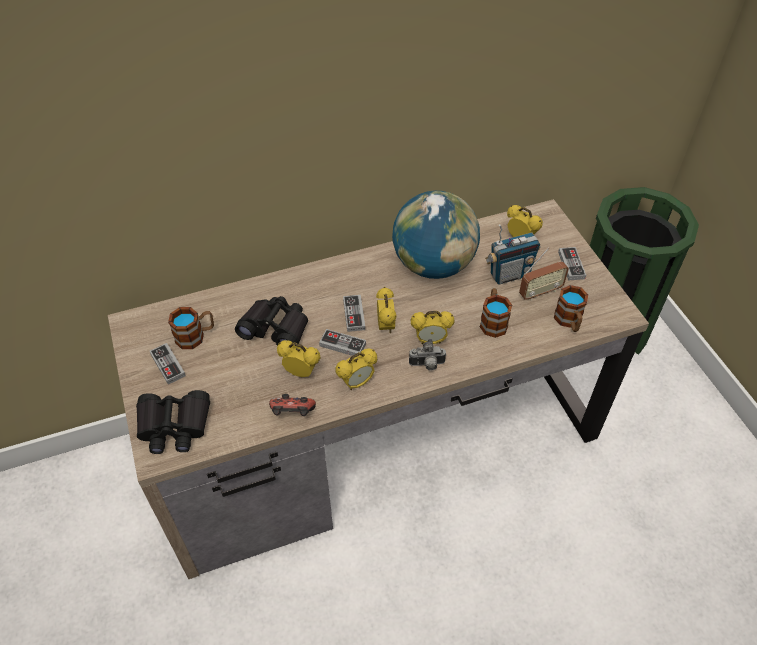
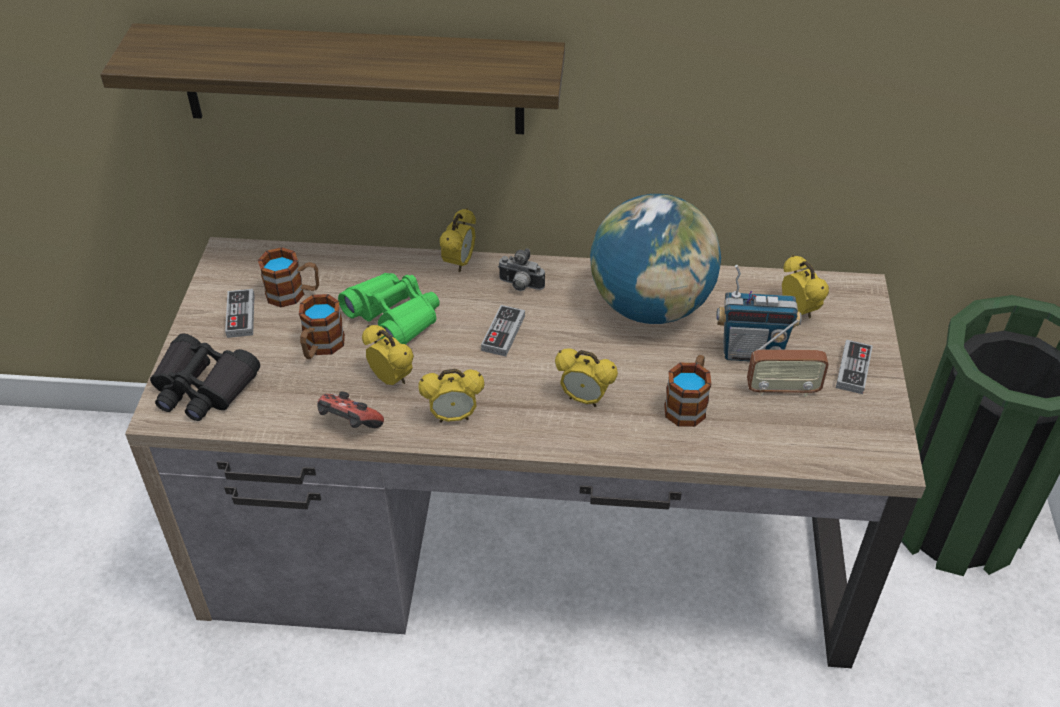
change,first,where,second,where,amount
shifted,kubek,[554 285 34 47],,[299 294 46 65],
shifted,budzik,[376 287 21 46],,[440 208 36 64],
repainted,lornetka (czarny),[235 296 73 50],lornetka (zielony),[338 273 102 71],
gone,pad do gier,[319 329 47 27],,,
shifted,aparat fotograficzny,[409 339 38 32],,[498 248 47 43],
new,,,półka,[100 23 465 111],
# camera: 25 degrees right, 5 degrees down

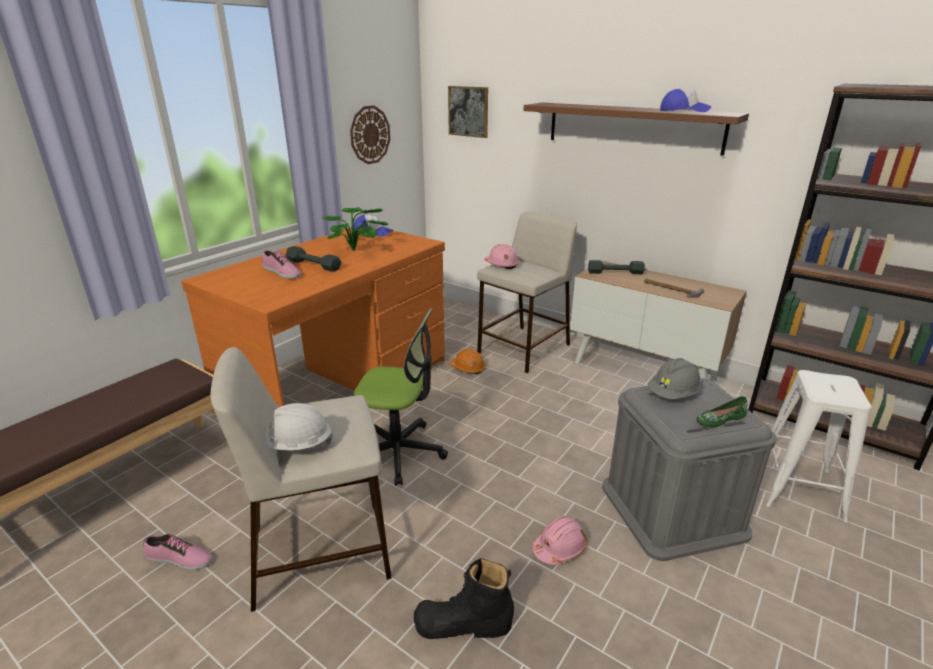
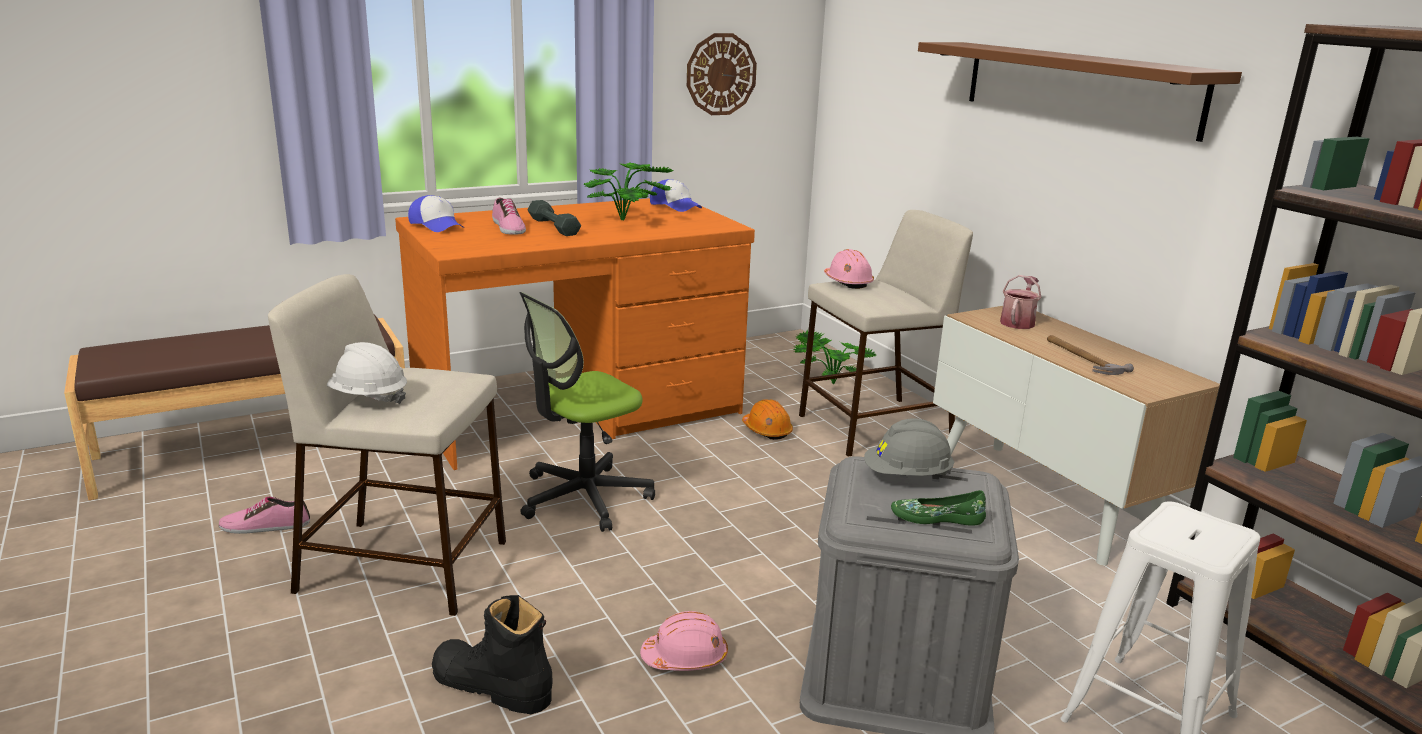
change,first,where,second,where,amount
gone,obraz,[448 86 40 52],,,
shifted,czapka z daszkiem,[660 89 51 23],,[408 195 56 37],
swapped,hantel (szary),[588 260 57 14],konewka,[1000 275 42 54],
rotated,krzesło biurowe,[354 308 94 178],,[520 292 135 240],105 degrees clockwise
rotated,but,[144 534 68 36],,[219 497 91 37],135 degrees clockwise
new,,,roślina doniczkowa,[793 330 83 54],
# camera: 25 degrees right, 5 degrees down

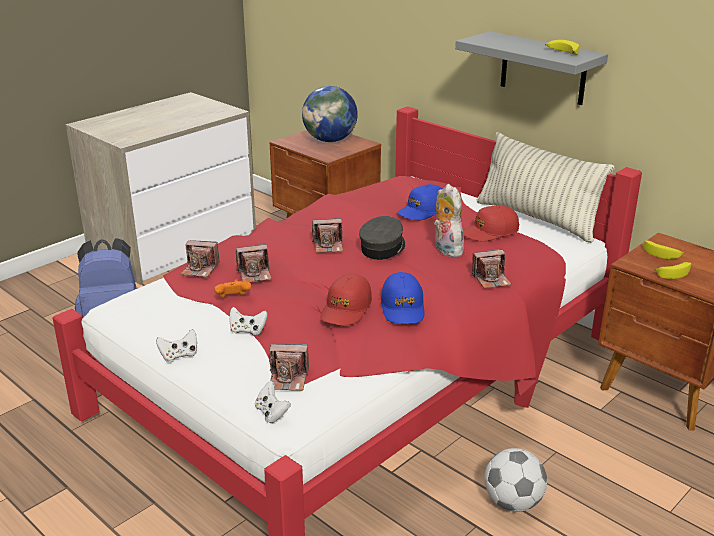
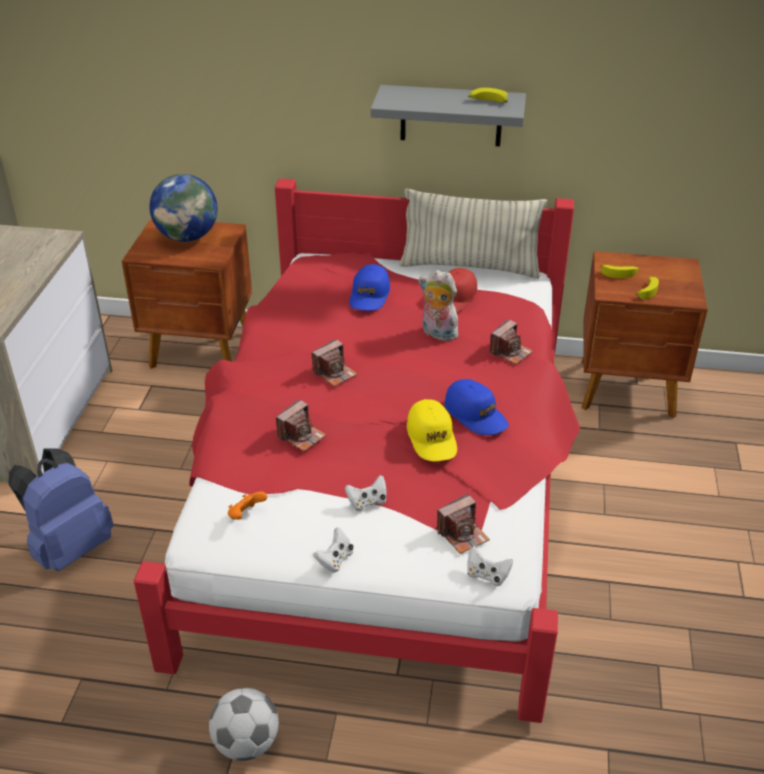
change,first,where,second,where,amount
gone,czapka z daszkiem (szary),[359 216 46 44],,,
gone,aparat fotograficzny,[181 240 39 37],,,
repainted,czapka z daszkiem (czerwony),[320 274 52 51],czapka z daszkiem (żółty),[407 399 50 62],
shifted,pad do gier (pomarańczowy),[214 280 37 17],,[228 492 39 28],
shifted,piłka futbolowa,[484 448 63 64],,[209 688 70 73],
# camera: 35 degrees left, 10 degrees up

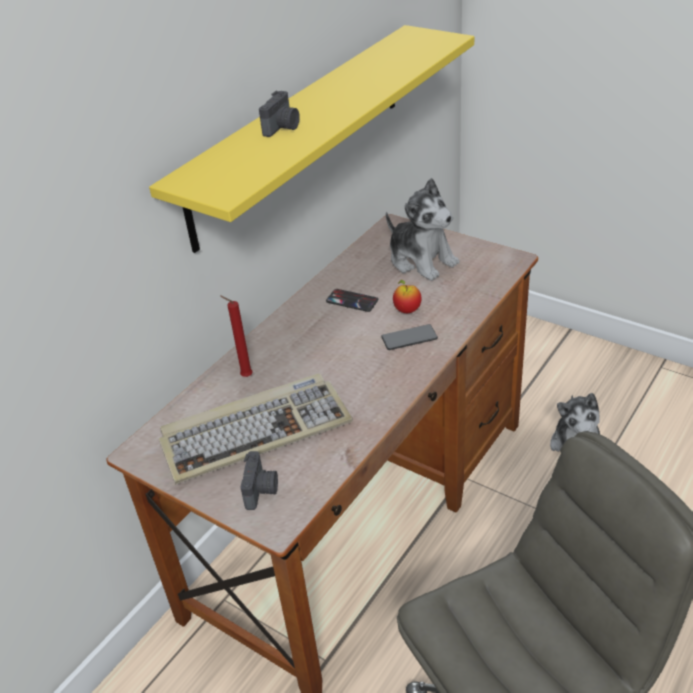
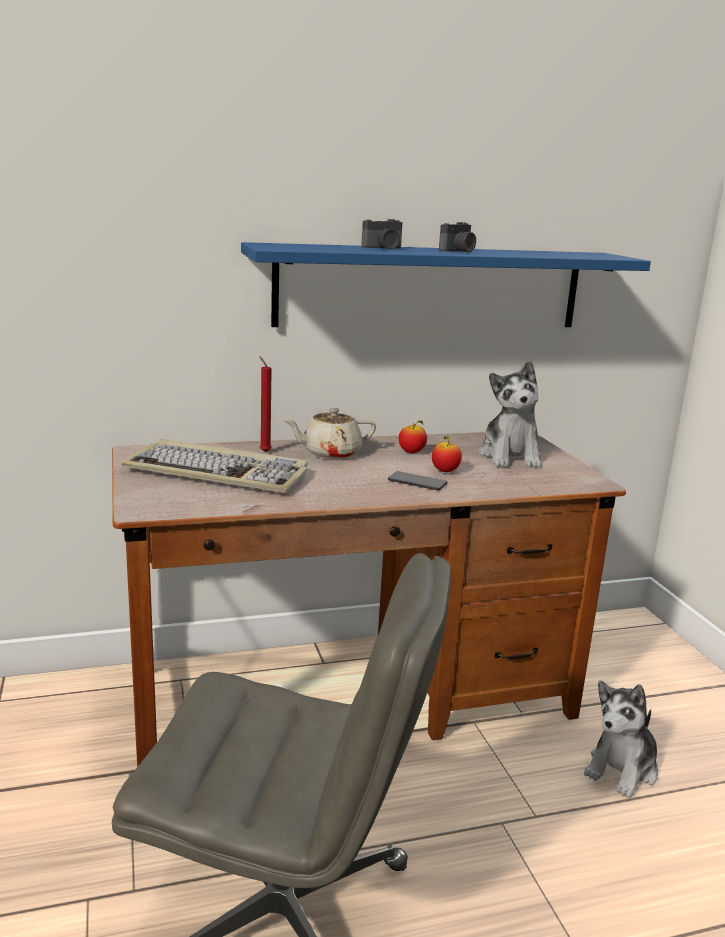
change,first,where,second,where,amount
repainted,półka (żółty),[149 25 325 228],półka (niebieski),[241 242 410 85],
swapped,telefon,[326 289 52 23],jabłko,[399 420 28 33],
shifted,aparat fotograficzny,[240 451 38 59],,[439 222 37 30],
new,,,imbryk (beżowy),[284 408 92 51],
# camera: 35 degrees right, 20 degrees down

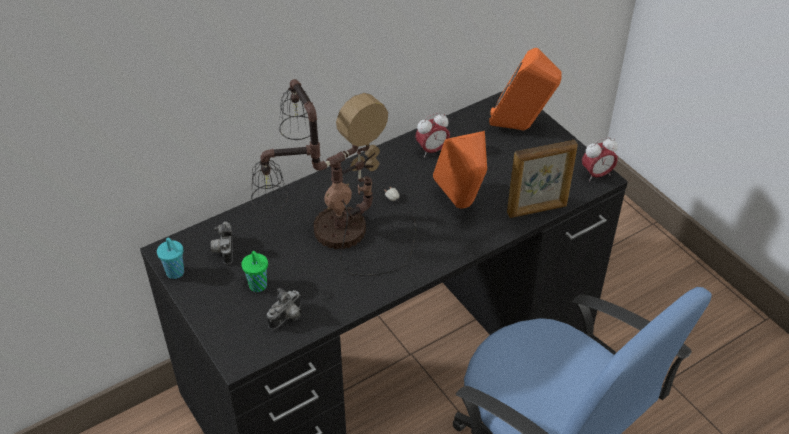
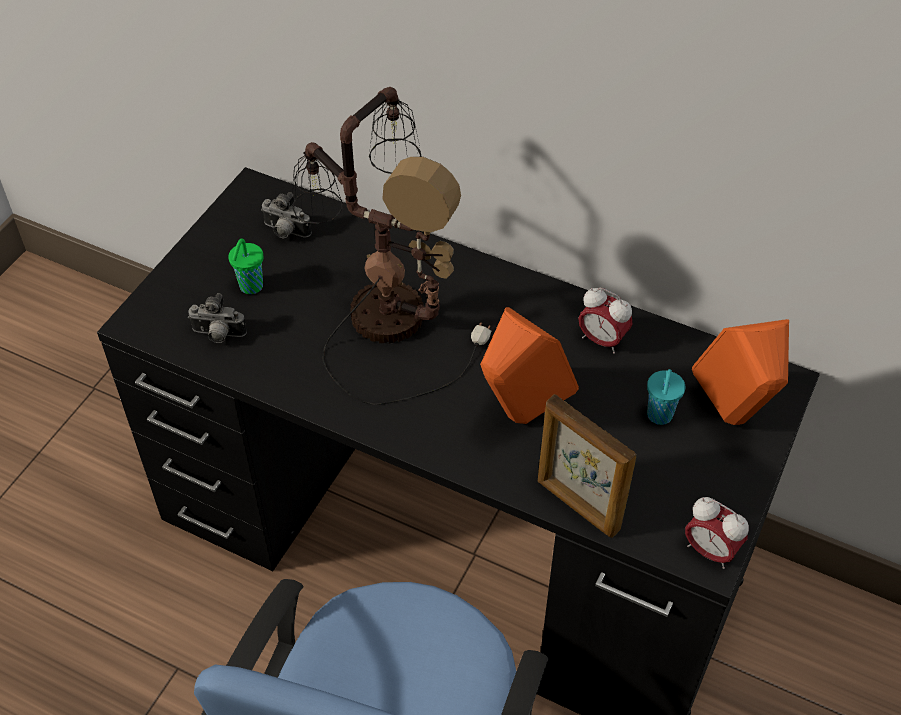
change,first,where,second,where,amount
rotated,aparat fotograficzny,[211 222 22 42],,[261 192 51 46],120 degrees counterclockwise
shifted,filiżanka (turkusowy),[157 238 27 41],,[647 369 38 56],
# camera: 60 degrees right, 5 degrees up

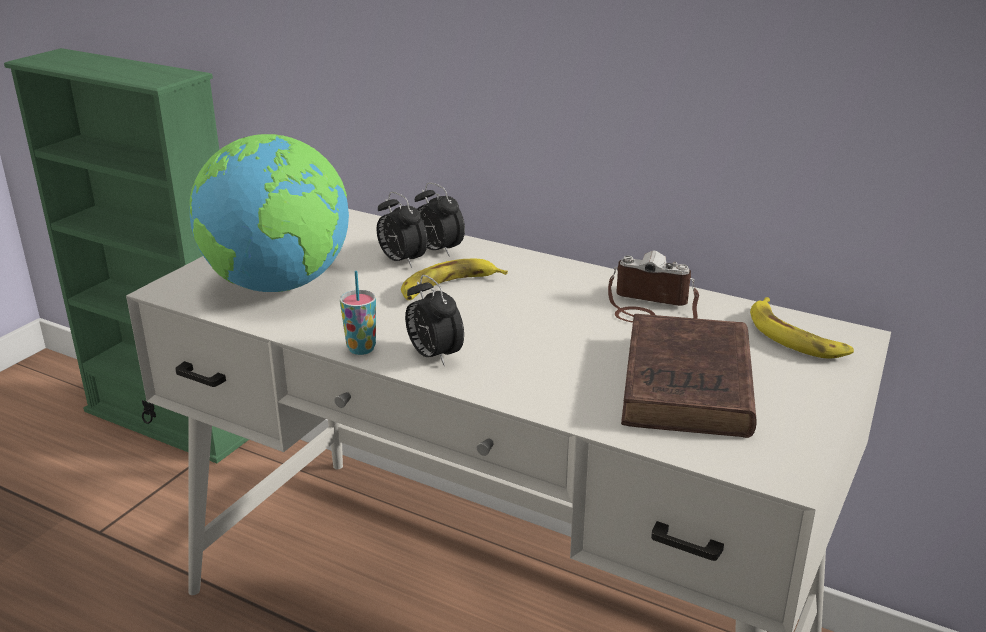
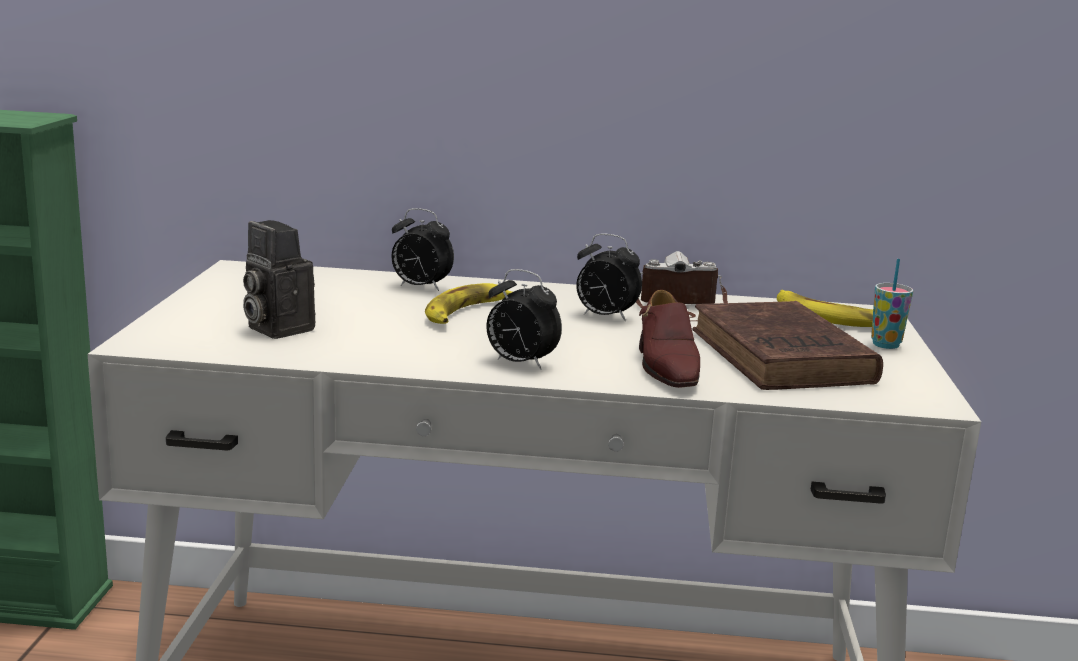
change,first,where,second,where,amount
swapped,globus,[190 134 159 158],aparat fotograficzny,[243 220 73 119],
shifted,budzik,[377 192 51 76],,[576 233 66 88],
shifted,filiżanka,[340 271 36 84],,[871 259 42 90],
new,,,but (brązowy),[639 290 61 98],
# camera: 25 degrees left, 10 degrees down

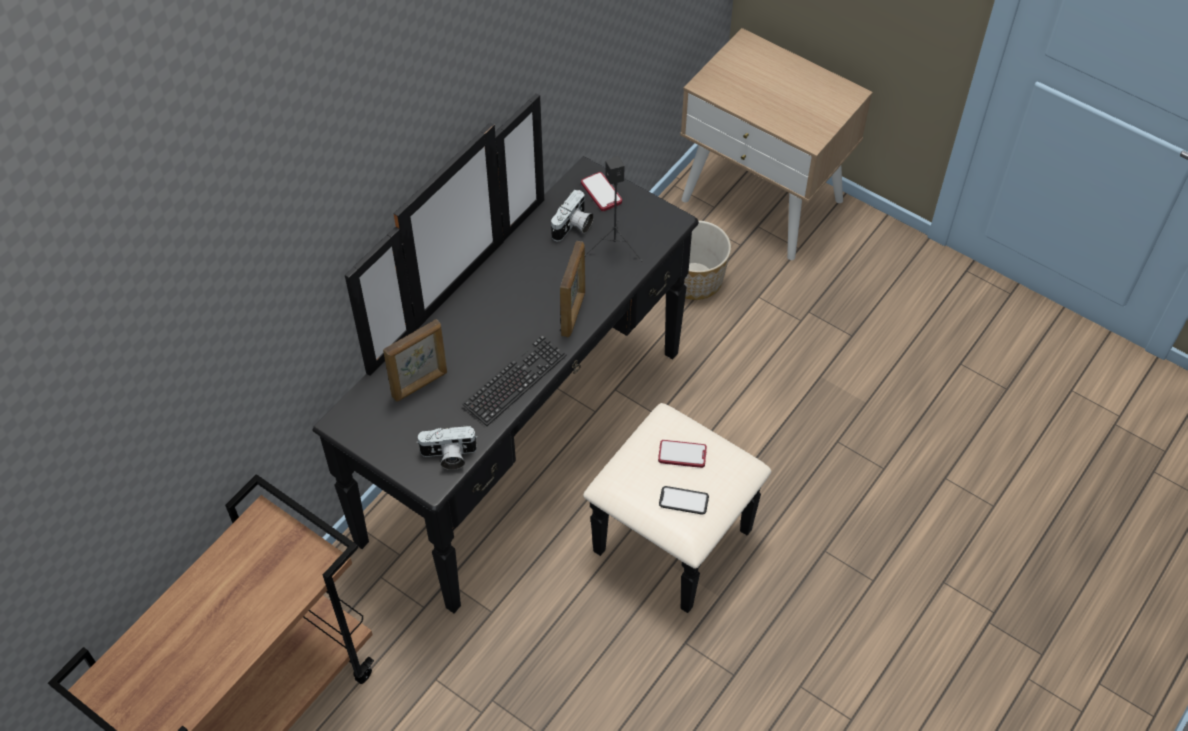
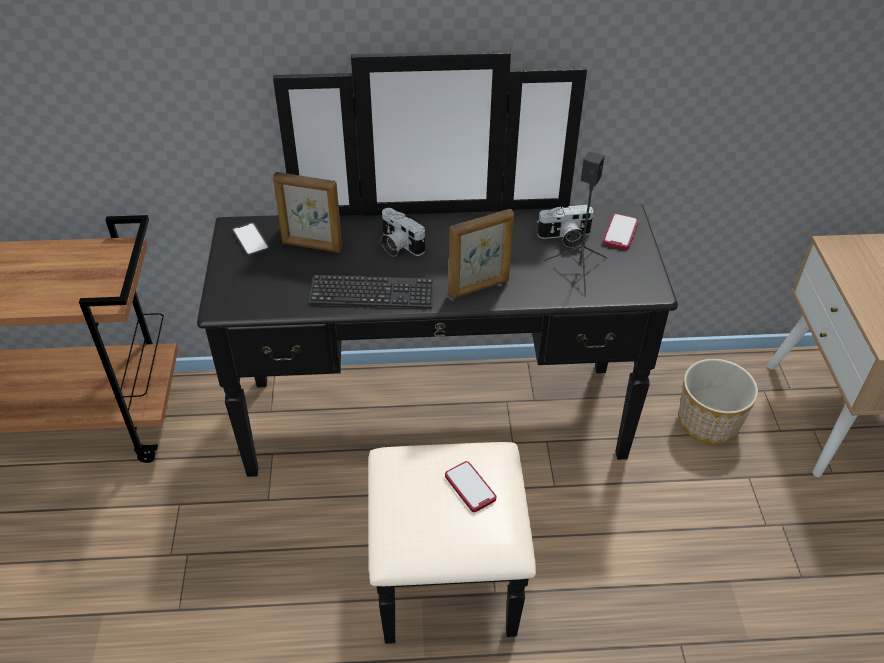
change,first,where,second,where,amount
shifted,aparat fotograficzny,[416 426 62 44],,[381 208 44 48],
shifted,telefon,[659 486 50 28],,[232 222 38 34],
# camera: 50 degrees right, 10 degrees down

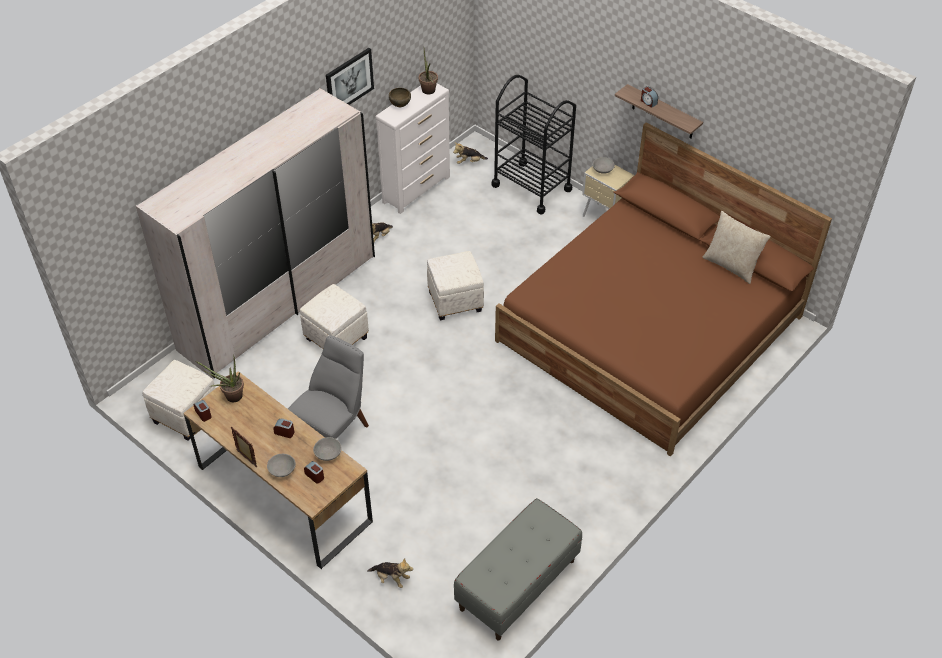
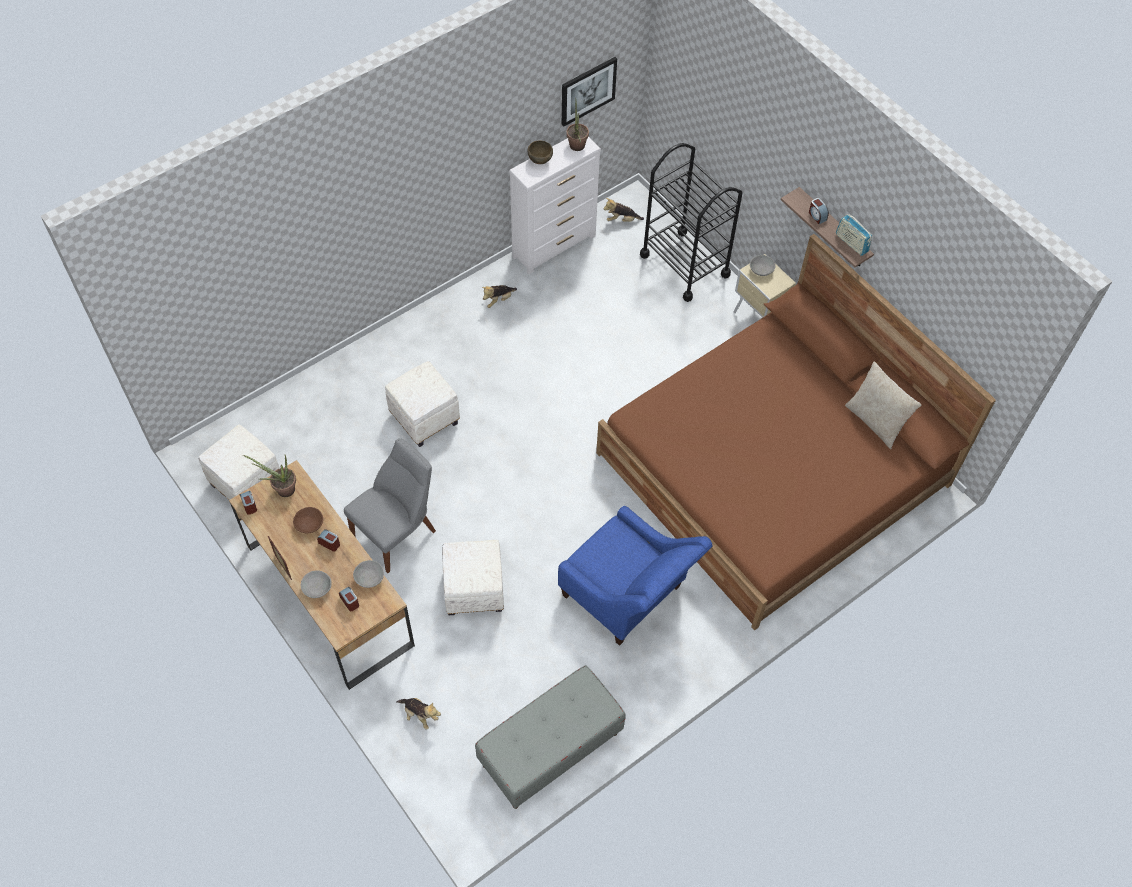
change,first,where,second,where,amount
shifted,obraz,[326 48 48 57],,[562 57 55 70],
gone,szafa (biały),[136 88 239 291],,,
shifted,pufa (biały),[427 251 57 70],,[442 540 62 75],
new,,,radio,[836 214 36 42],
new,,,fotel (niebieski),[558 506 155 140],
new,,,miska (brązowy),[293 507 30 26],
# camera: 10 degrees right, 10 degrees up

